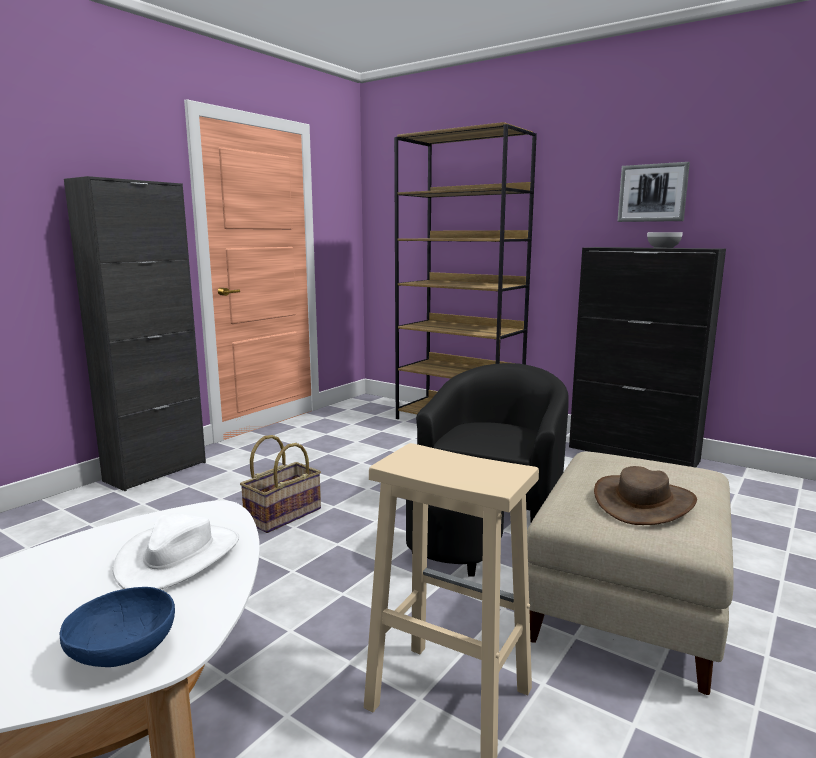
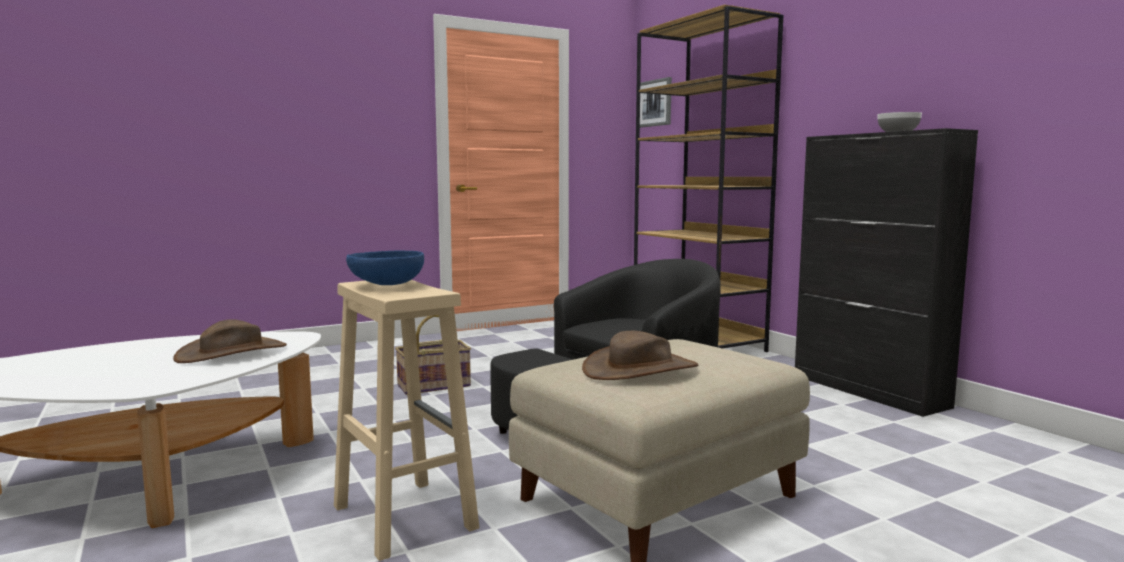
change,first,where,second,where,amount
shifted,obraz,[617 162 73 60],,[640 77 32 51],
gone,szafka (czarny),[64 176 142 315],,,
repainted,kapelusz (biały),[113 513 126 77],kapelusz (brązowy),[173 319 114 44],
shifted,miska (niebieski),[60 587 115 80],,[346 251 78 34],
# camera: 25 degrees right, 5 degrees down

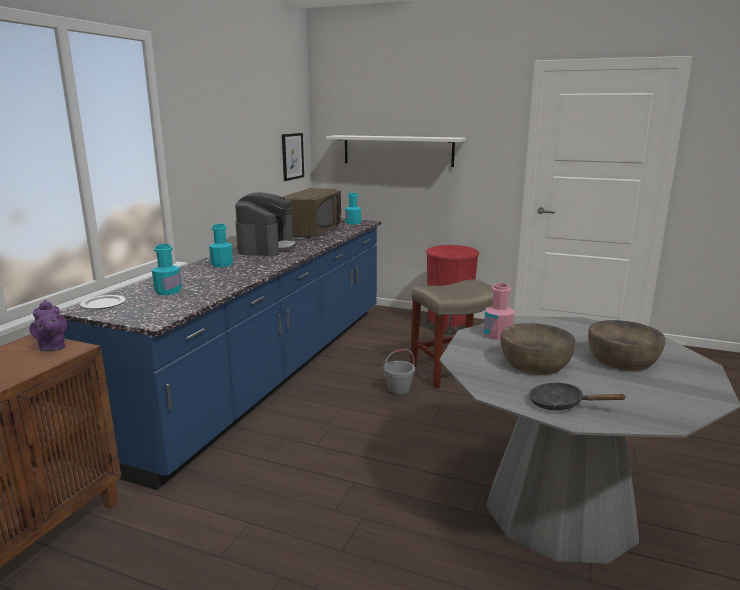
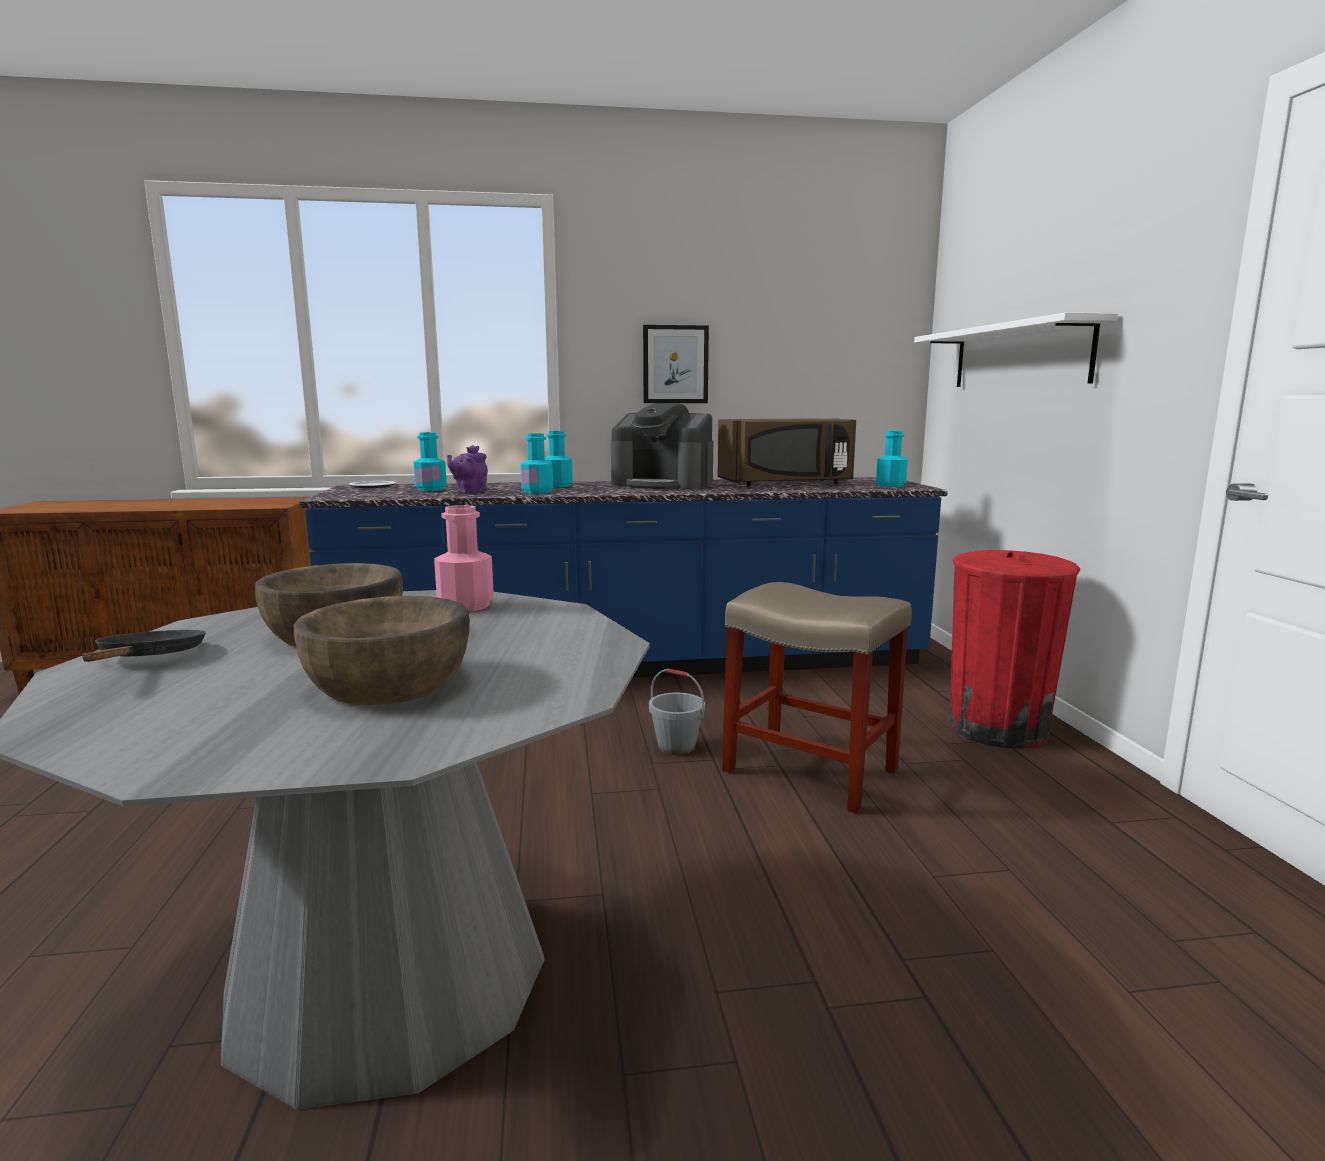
change,first,where,second,where,amount
shifted,obraz,[282 133 22 48],,[643 325 66 78],
rotated,ekspres do kawy,[235 192 62 64],,[611 403 102 86],45 degrees clockwise
shifted,imbryk (fioletowy),[29 300 38 51],,[447 445 41 49],
new,,,butelka (turkusowy),[520 433 33 61],
# camera: 60 degrees right, 5 degrees down

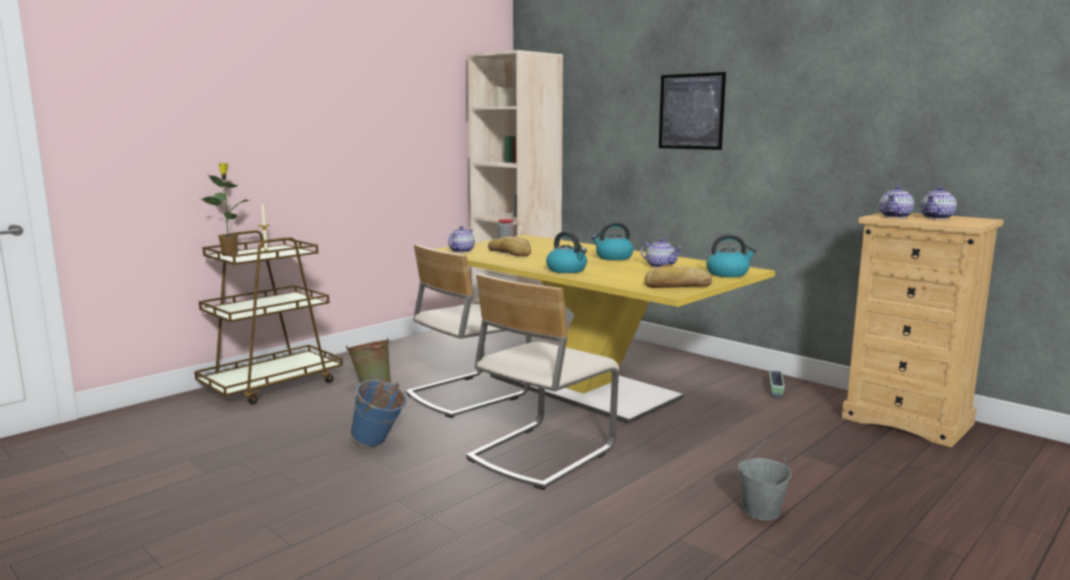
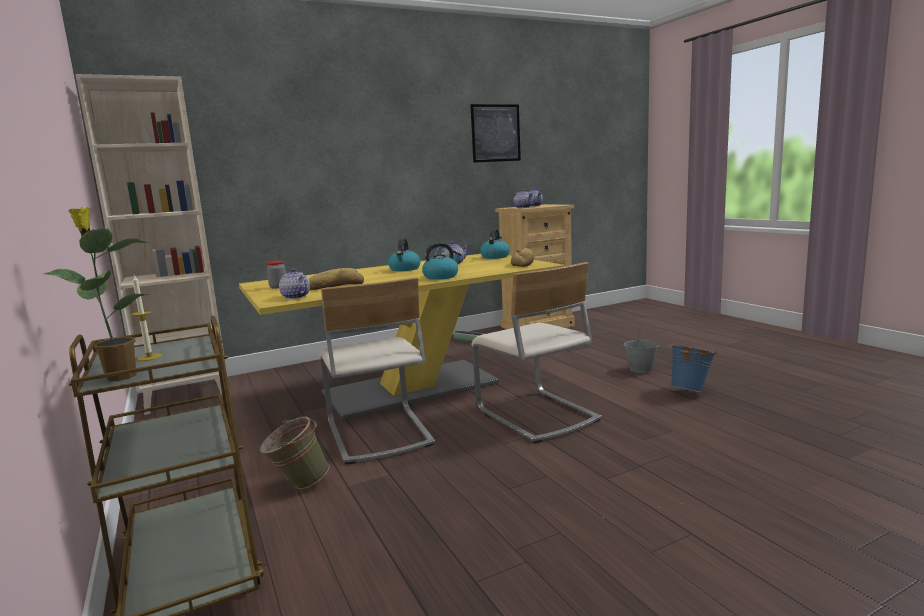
change,first,where,second,where,amount
shifted,obraz,[659 72 67 78],,[470 104 51 59],
shifted,wiadro (niebieski),[350 380 57 67],,[670 343 47 50],
# camera: 70 degrees left, 0 degrees up

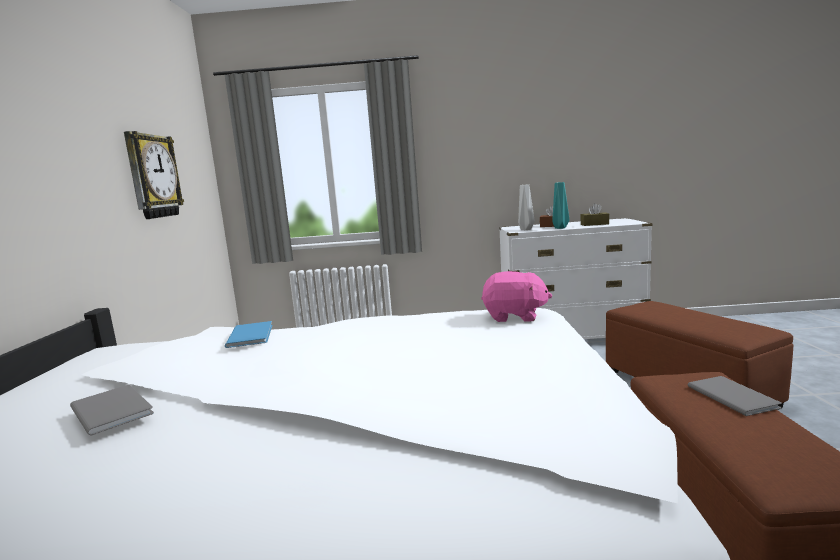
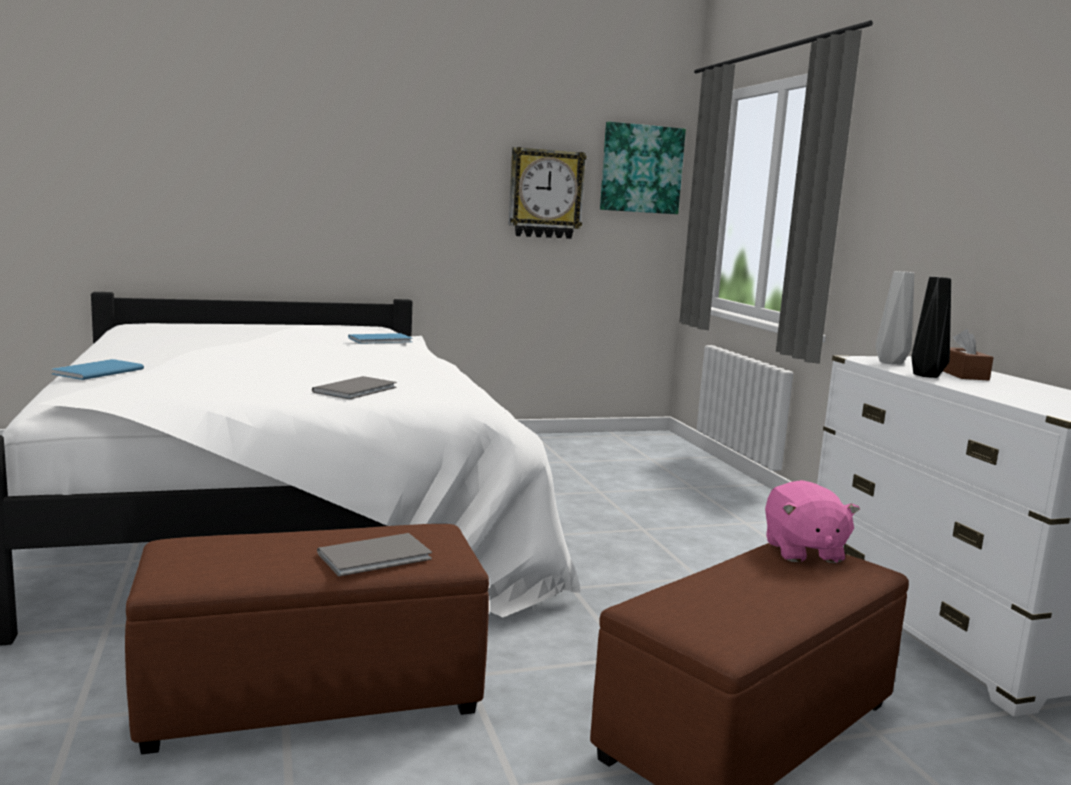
change,first,where,second,where,amount
repainted,wazon (turkusowy),[552 182 17 47],wazon (czarny),[911 277 40 101],
gone,pudełko chusteczek (brązowy),[581 203 28 23],,,
shifted,pluszak (różowy),[481 271 71 51],,[765 480 95 83],
shifted,książka (szary),[70 385 84 51],,[312 376 85 23],
new,,,obraz,[600 122 86 92],
new,,,książka (niebieski),[52 359 92 21],
# camera: 70 degrees right, 0 degrees up

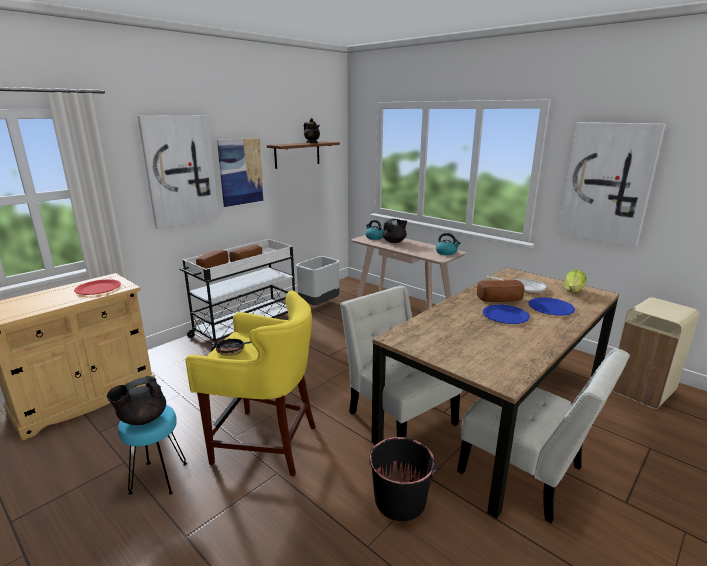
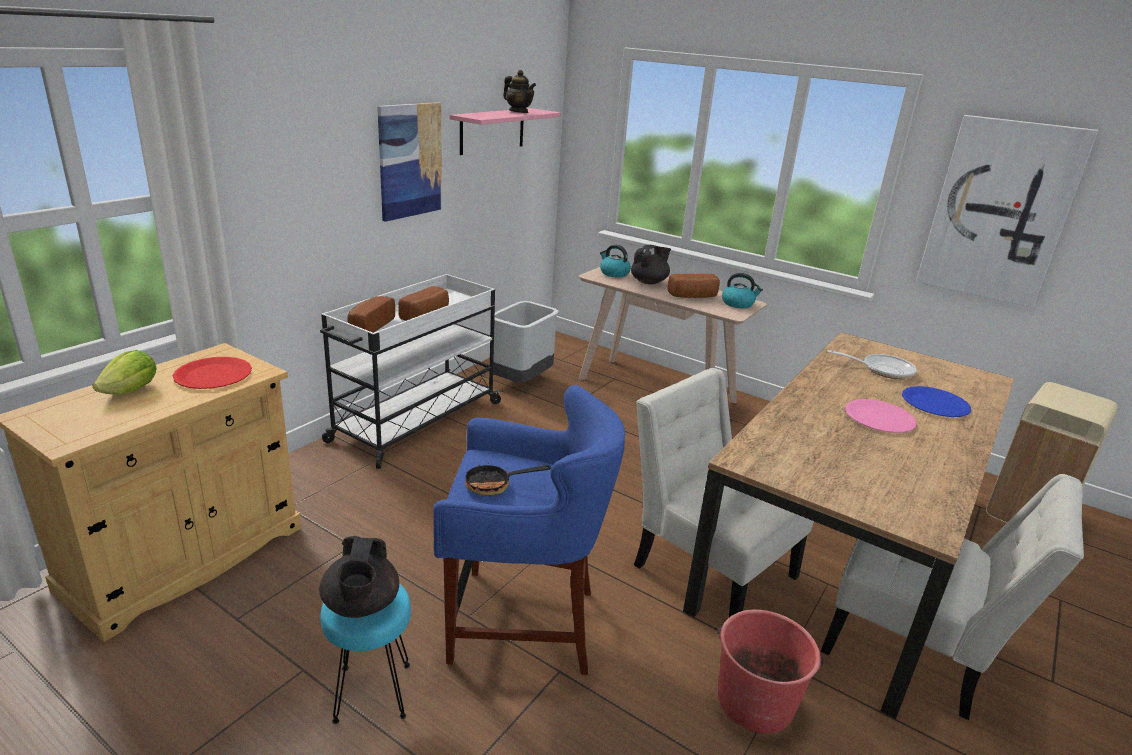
change,first,where,second,where,amount
gone,obraz,[138 115 81 114],,,
repainted,półka (brązowy),[267 141 73 28],półka (różowy),[450 108 111 47],
shifted,sałata,[564 270 22 23],,[92 350 65 45],
shifted,chleb,[477 280 47 22],,[667 274 53 24],
repainted,stołek (żółty),[185 290 131 187],stołek (niebieski),[433 385 192 290],
repainted,talerz (niebieski),[483 305 47 19],talerz (różowy),[845 399 71 34],
rotated,imbryk (czarny),[107 376 59 49],,[319 536 80 82],45 degrees counterclockwise
repainted,wiadro (czarny),[369 437 69 84],wiadro (czerwony),[718 610 105 124],
# camera: 10 degrees left, 5 degrees up

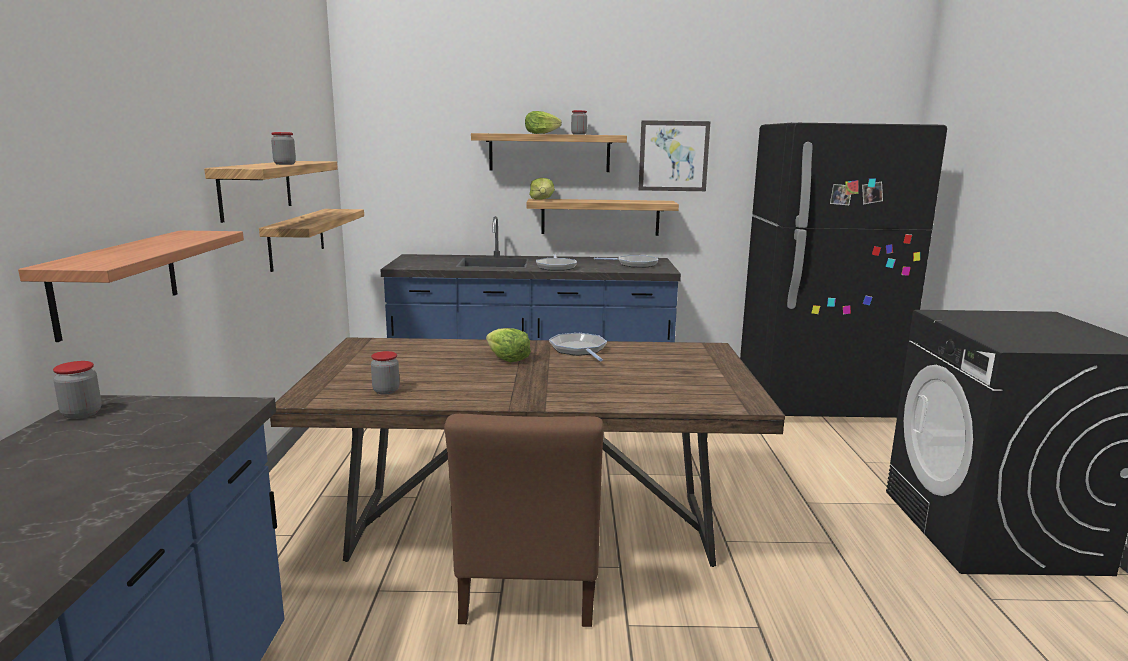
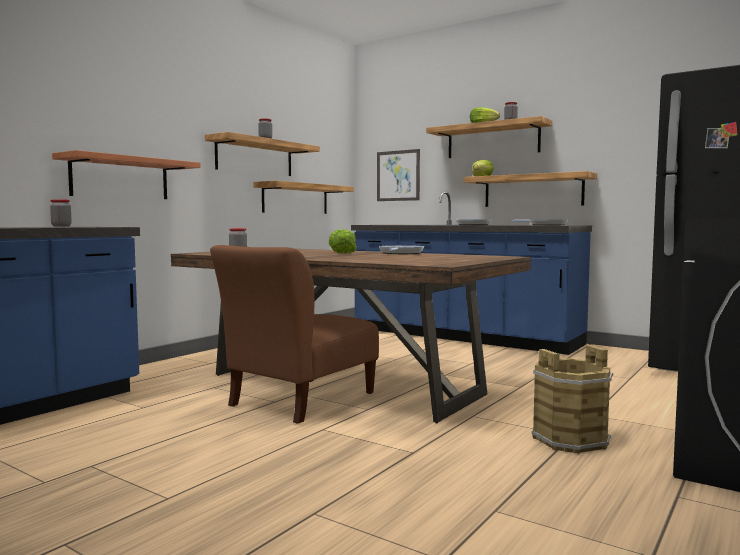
change,first,where,second,where,amount
shifted,obraz,[639 120 72 71],,[377 149 43 52],
new,,,wiadro (brązowy),[532 345 81 109],
# camera: 35 degrees right, 10 degrees down

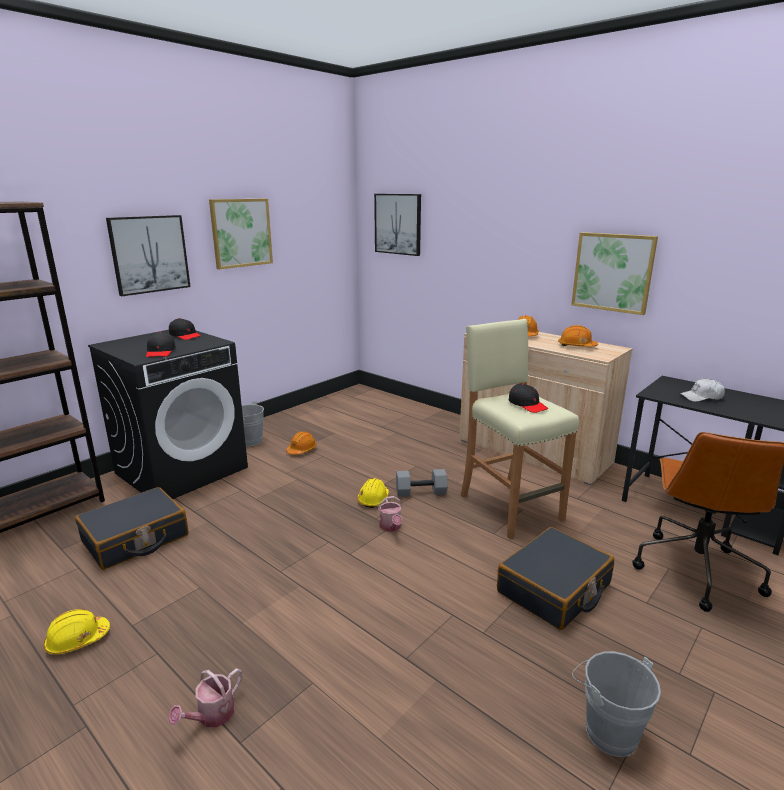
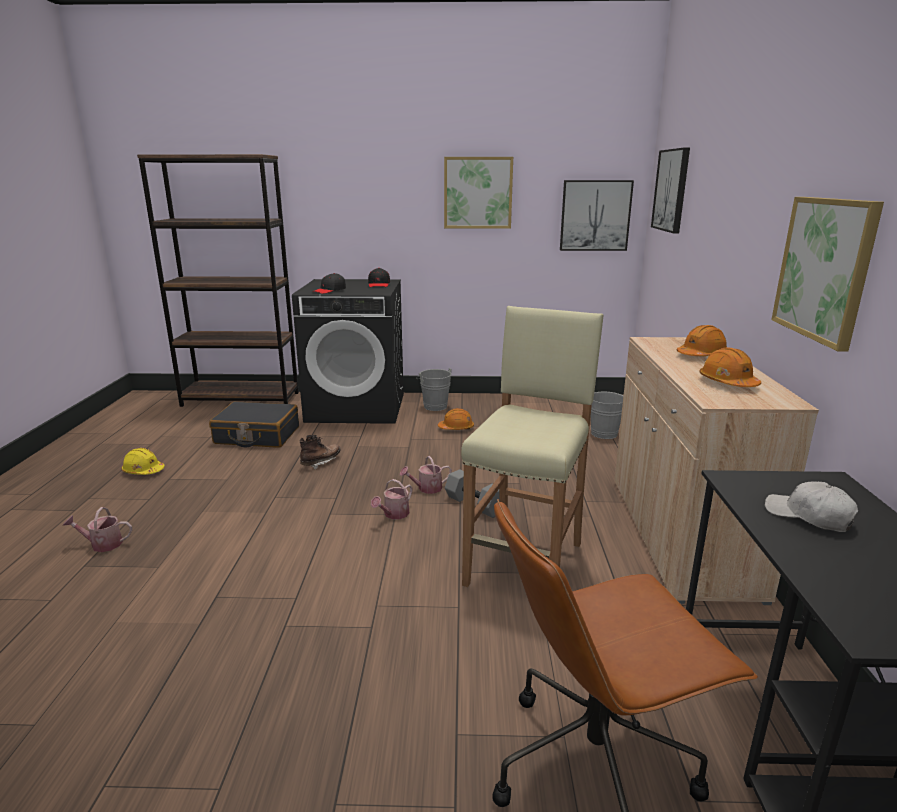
change,first,where,second,where,amount
shifted,obraz,[106 215 85 81],,[560 180 74 71],
gone,czapka z daszkiem (czarny),[509 384 39 29],,,
swapped,kask (żółty),[357 478 32 30],konewka,[400 456 52 38],
gone,walizka (czarny),[497 527 117 103],,,
shifted,wiadro (szary),[572 652 89 105],,[591 392 32 47],
new,,,but z cholewką (brązowy),[300 435 41 34],
# camera: 50 degrees right, 0 degrees up

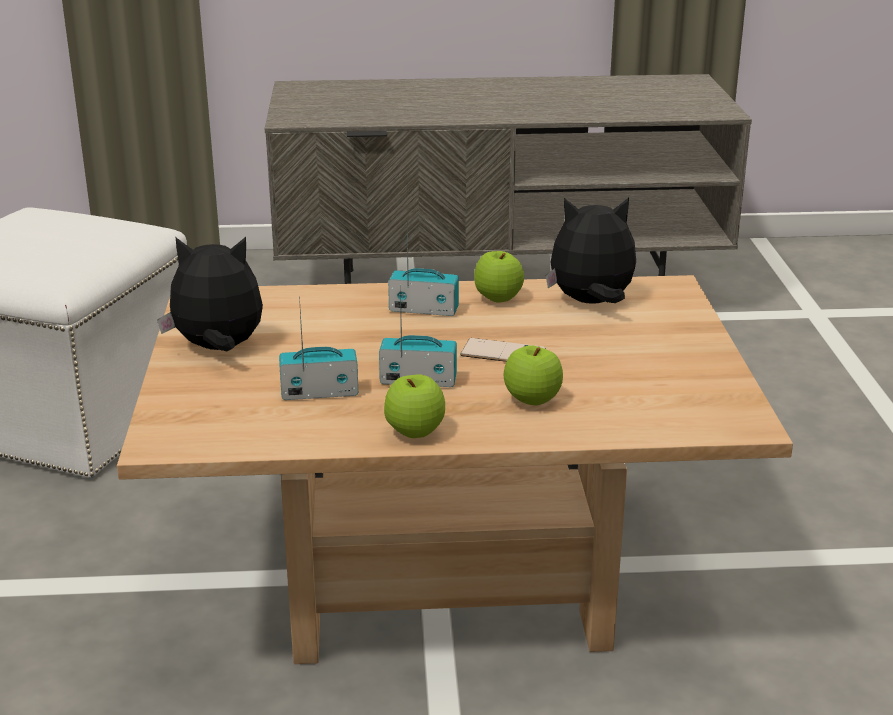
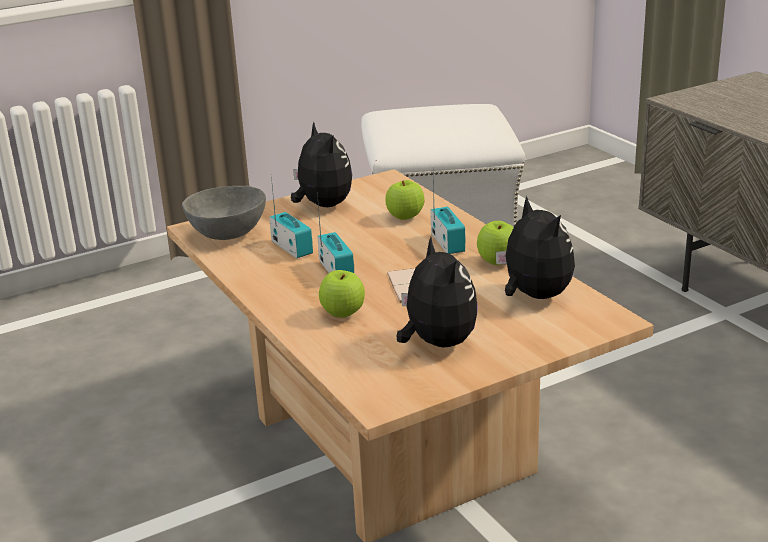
change,first,where,second,where,amount
shifted,jabłko,[384 375 61 63],,[385 180 40 40],
new,,,miska (szary),[182 186 84 54],
new,,,pluszak,[397 237 81 110],
# camera: 65 degrees right, 0 degrees up

